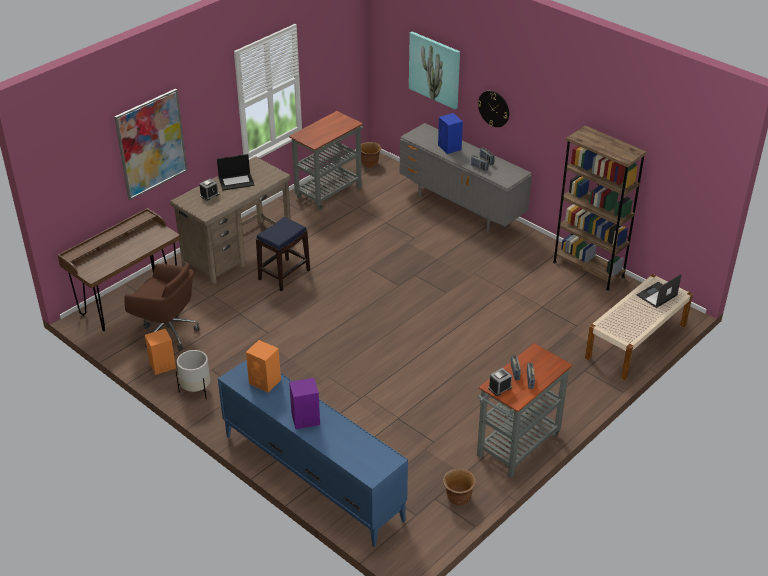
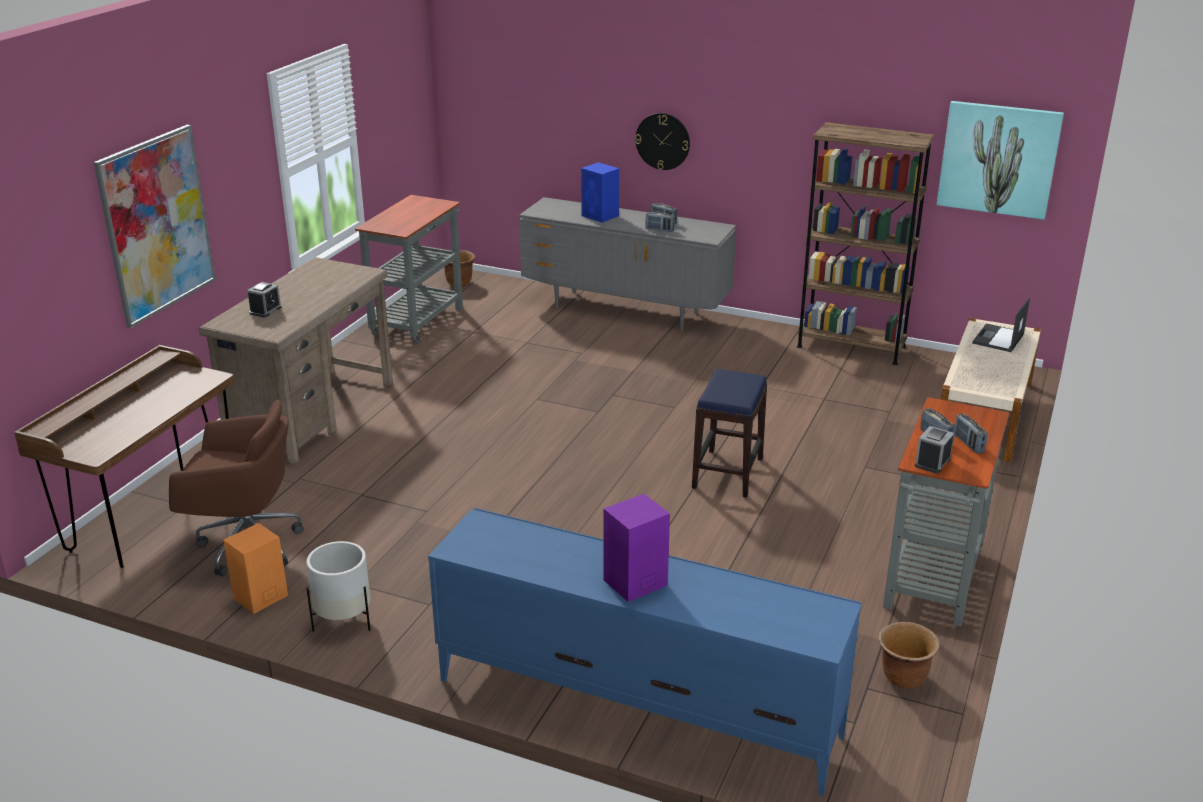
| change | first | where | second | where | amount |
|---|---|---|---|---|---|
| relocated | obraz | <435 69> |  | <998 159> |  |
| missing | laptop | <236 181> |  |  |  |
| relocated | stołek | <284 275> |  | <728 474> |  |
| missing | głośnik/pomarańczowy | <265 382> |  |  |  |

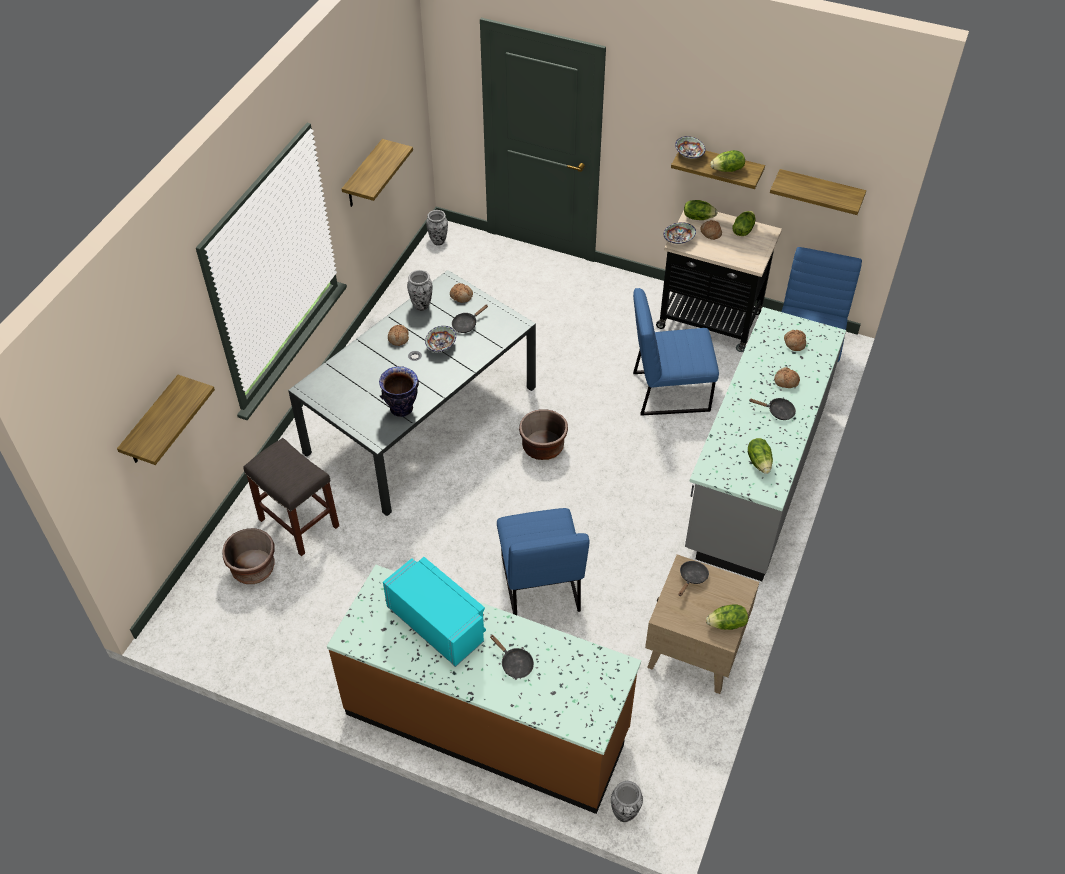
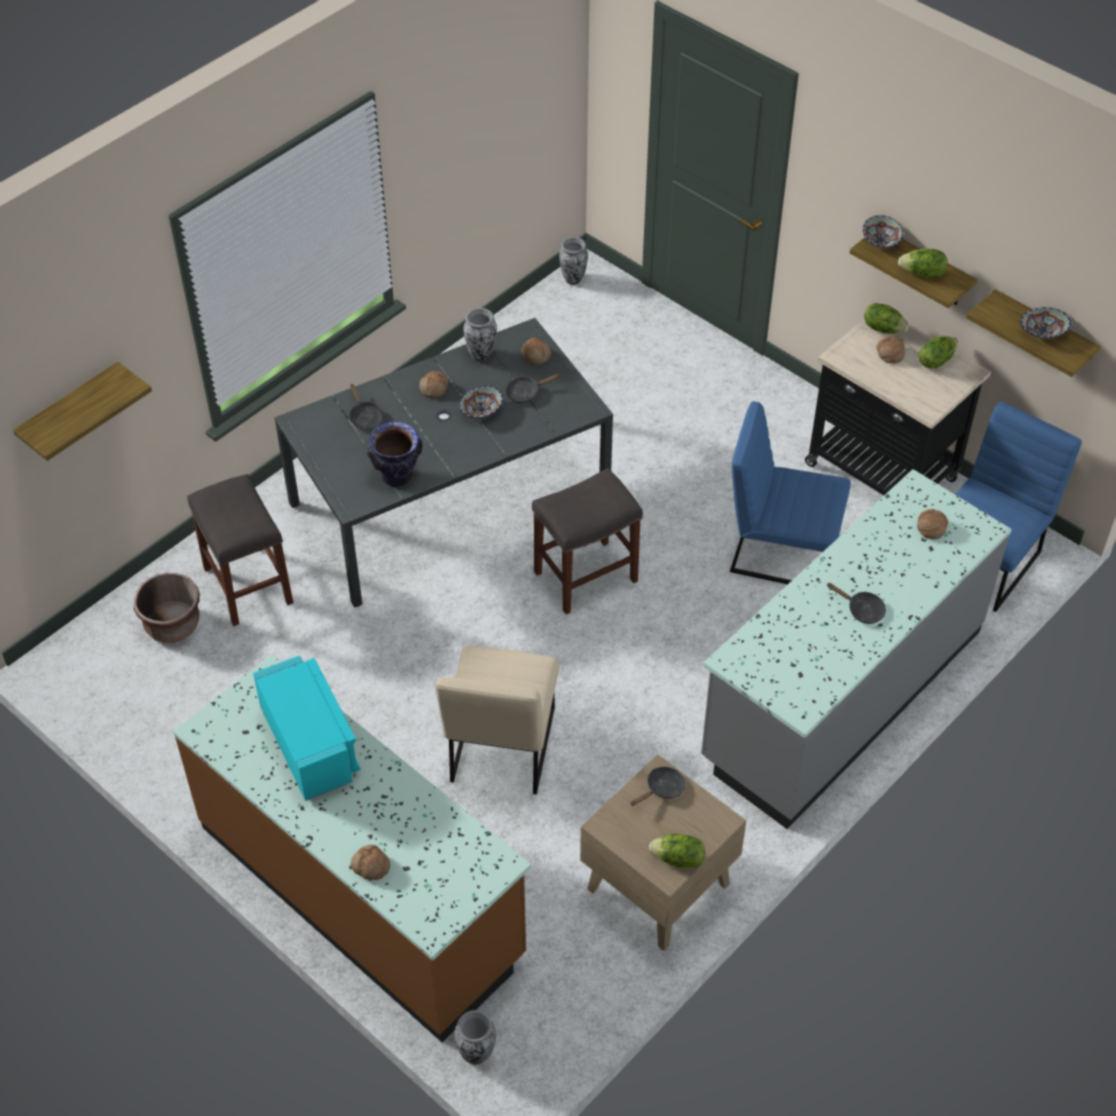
| change | first | where | second | where | amount |
|---|---|---|---|---|---|
| missing | półka | <363 175> |  |  |  |
| relocated | miska | <678 240> |  | <1042 332> |  |
| relocated | chleb | <786 381> |  | <370 866> |  |
| exchanged | donica/brązowy | <543 447> | stołek/szary | <585 577> |  |
| missing | sałata | <759 462> |  |  |  |
| colour | krzesło/niebieski | <540 586> | krzesło/beżowy | <501 748> |  |
| relocated | patelnia/czarny | <514 663> |  | <364 417> |  |

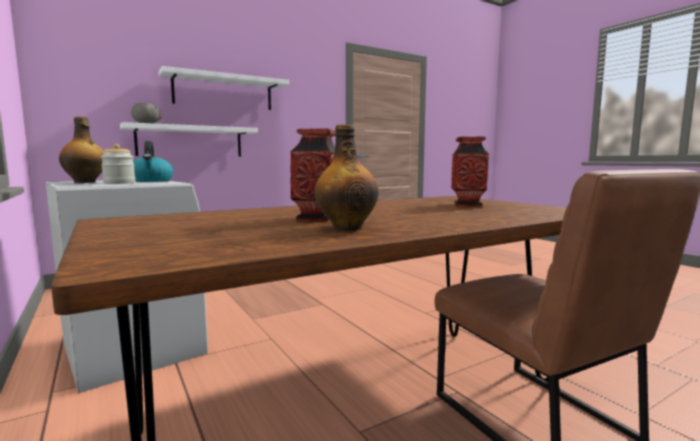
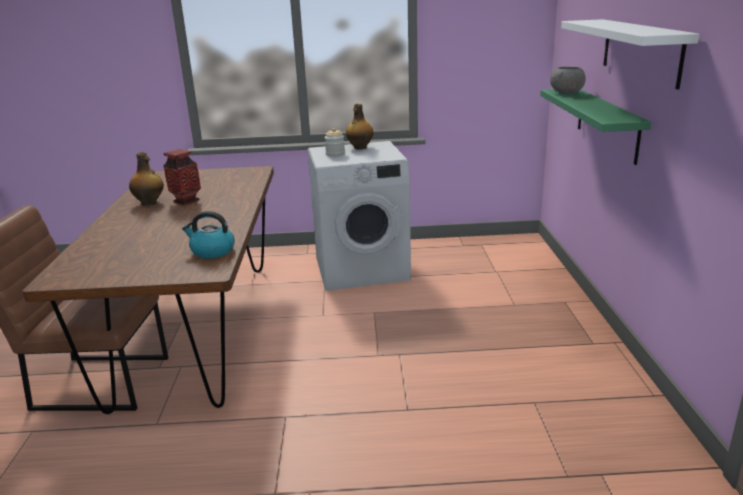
| change | first | where | second | where | amount |
|---|---|---|---|---|---|
| colour | półka/biały | <190 141> | półka/zielony | <607 123> |  |
| missing | wazon | <467 205> |  |  |  |
| relocated | czajnik | <151 181> |  | <212 251> |  |

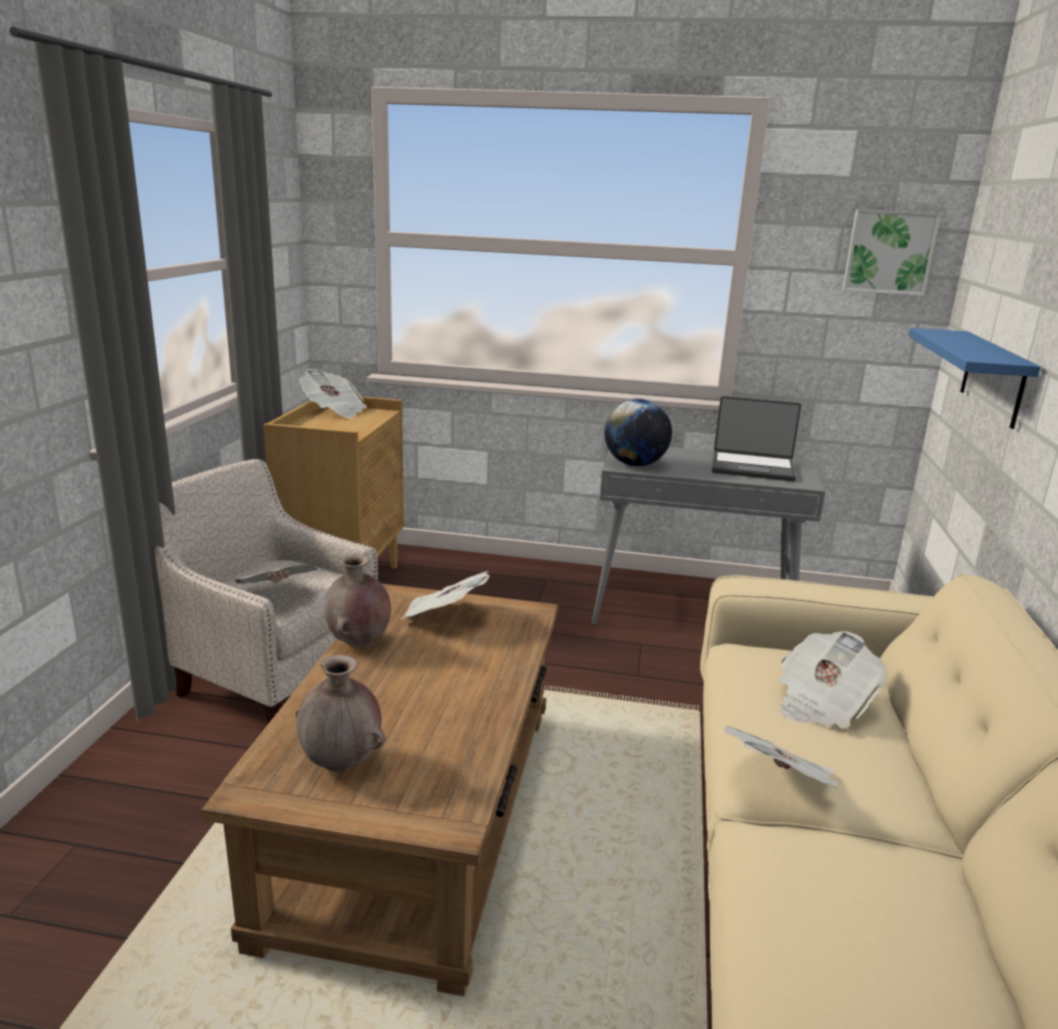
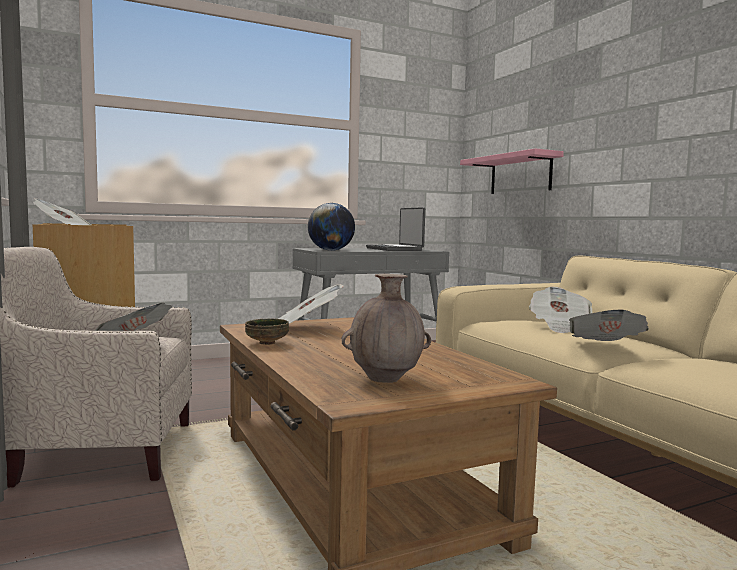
| change | first | where | second | where | amount |
|---|---|---|---|---|---|
| missing | obraz | <889 252> |  |  |  |
| colour | półka/niebieski | <993 378> | półka/różowy | <520 174> |  |
| spun | laptop | <752 467> |  | <395 249> | 90 degrees clockwise |
| exchanged | wazon/brązowy | <359 643> | miska | <267 343> |  |

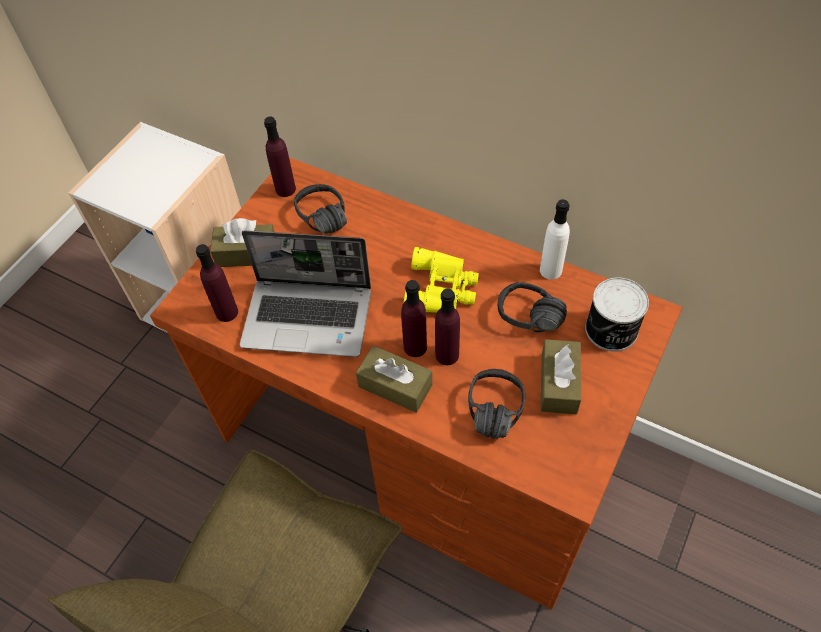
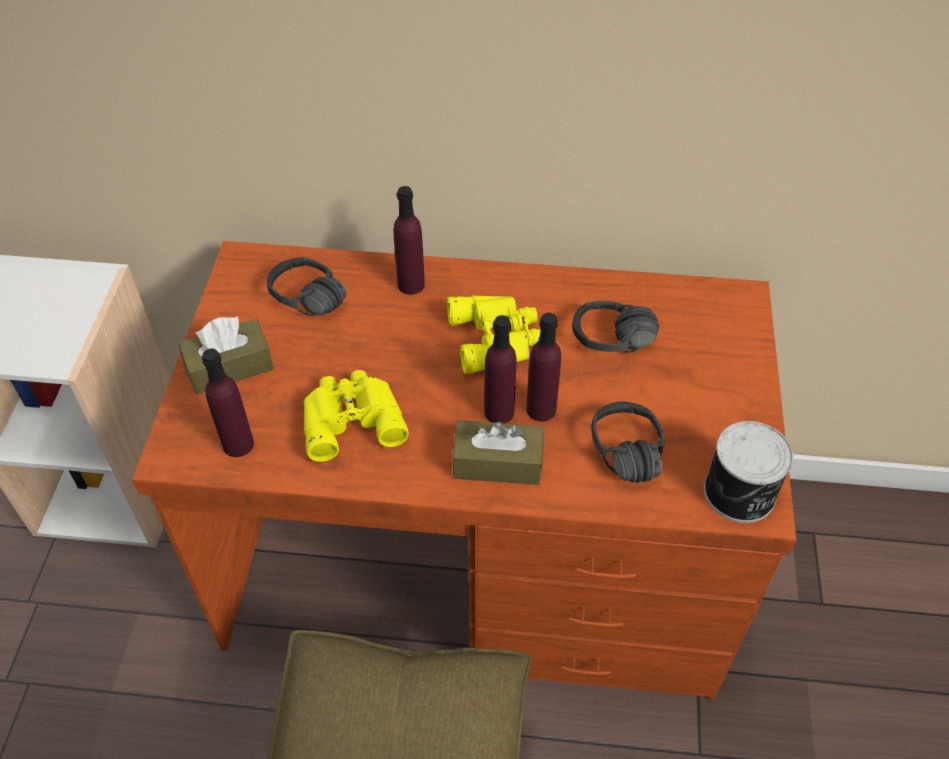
| change | first | where | second | where | amount |
|---|---|---|---|---|---|
| relocated | butelka/fioletowy | <285 189> |  | <411 284> |  |
| missing | butelka/biały | <550 270> |  |  |  |
| exchanged | laptop | <309 317> | lornetka/żółty | <351 418> |  |
| relocated | puszka | <611 330> |  | <740 494> |  |
| missing | pudełko chusteczek/brązowy | <558 383> |  |  |  |

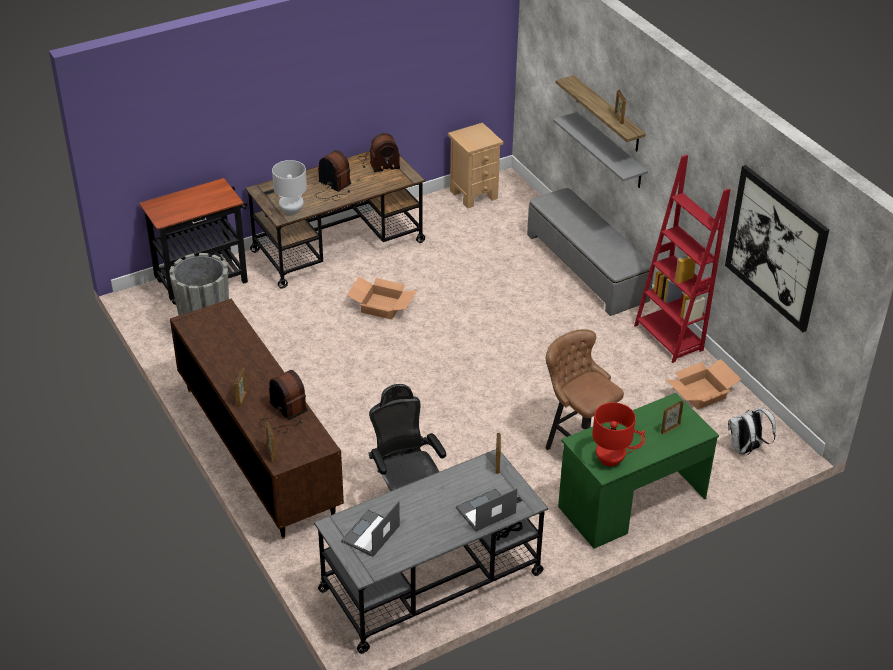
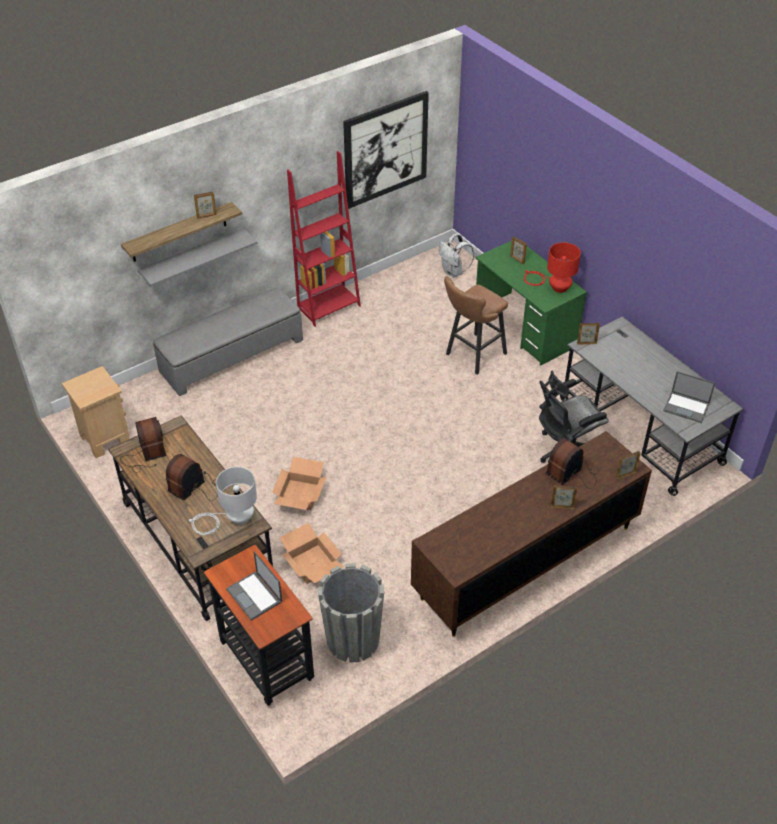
| change | first | where | second | where | amount |
|---|---|---|---|---|---|
| relocated | karton | <701 394> |  | <313 564> |  |
| relocated | laptop | <485 511> |  | <255 596> |  |

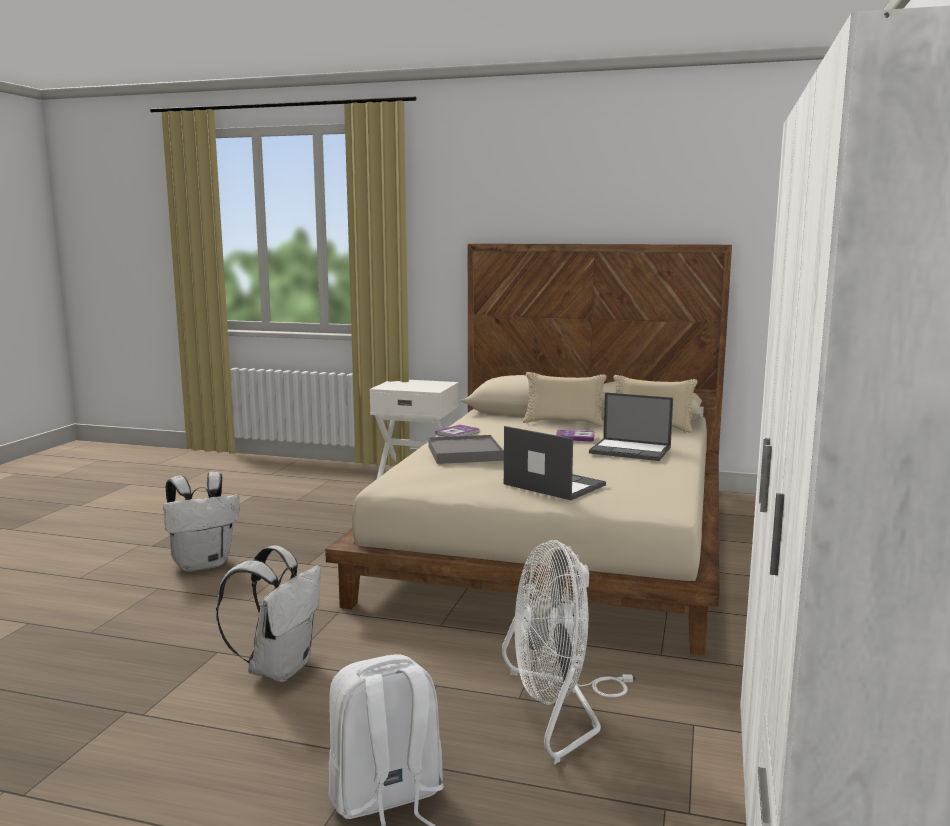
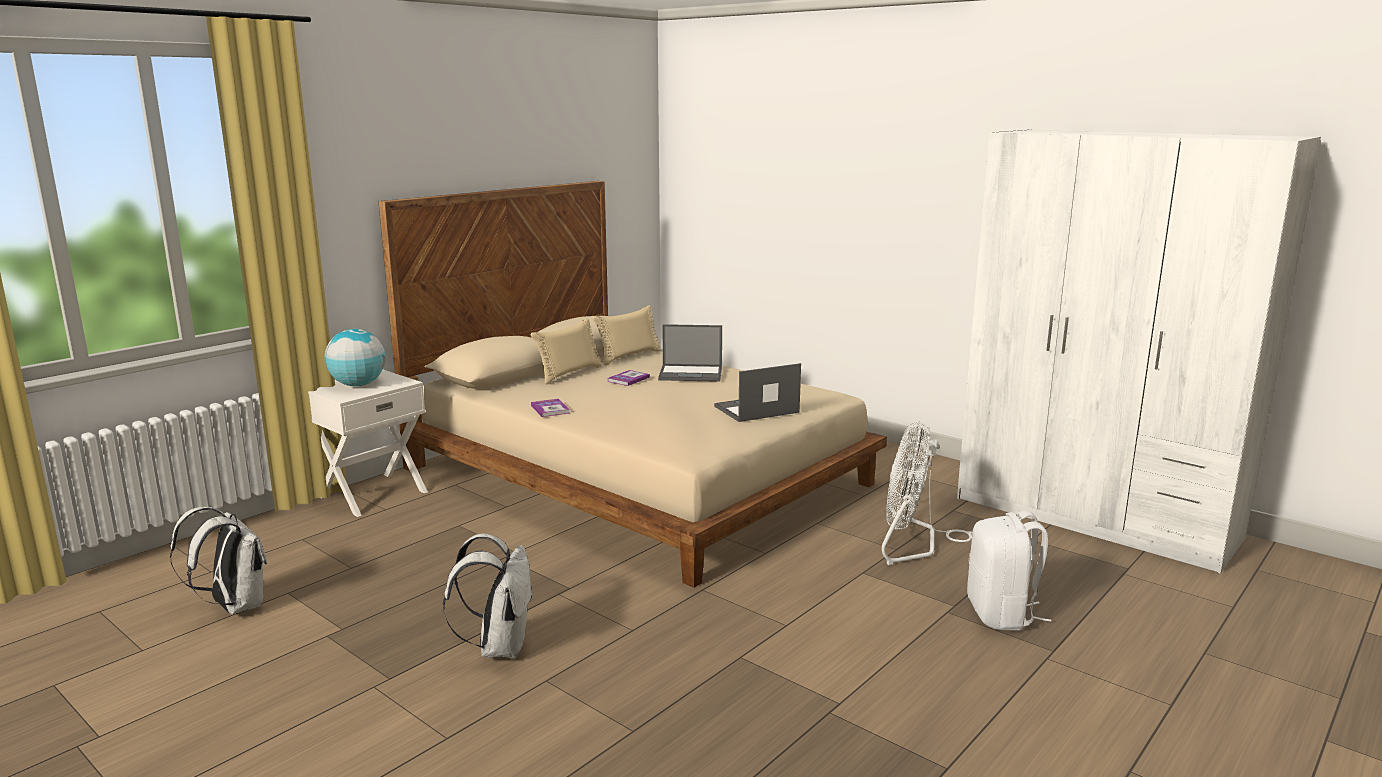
| change | first | where | second | where | amount |
|---|---|---|---|---|---|
| spun | laptop | <631 450> |  | <691 374> | 45 degrees clockwise |
| missing | taca/szary | <464 453> |  |  |  |
| spun | wentylator/biały | <561 707> |  | <915 539> | 90 degrees clockwise |
| relocated | plecak/biały | <279 668> |  | <234 606> |  |
| appeared |  |  | globus | <358 385> |  |

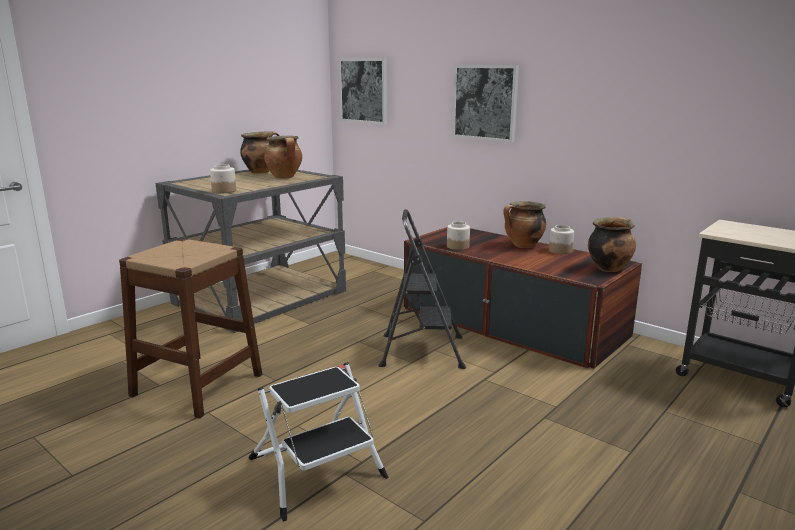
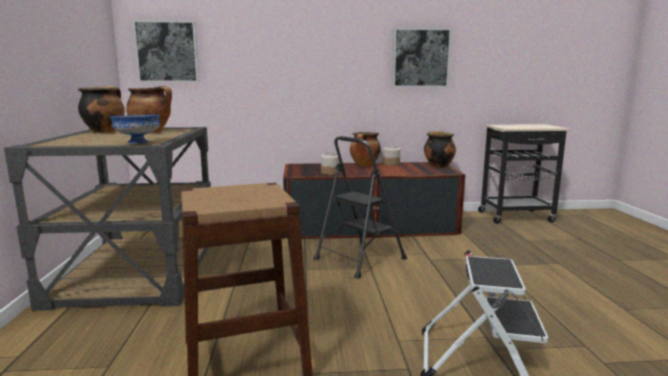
| change | first | where | second | where | amount |
|---|---|---|---|---|---|
| relocated | obraz | <485 102> |  | <420 58> |  |
| exchanged | słoik | <223 191> | miska/niebieski | <137 142> |  |

